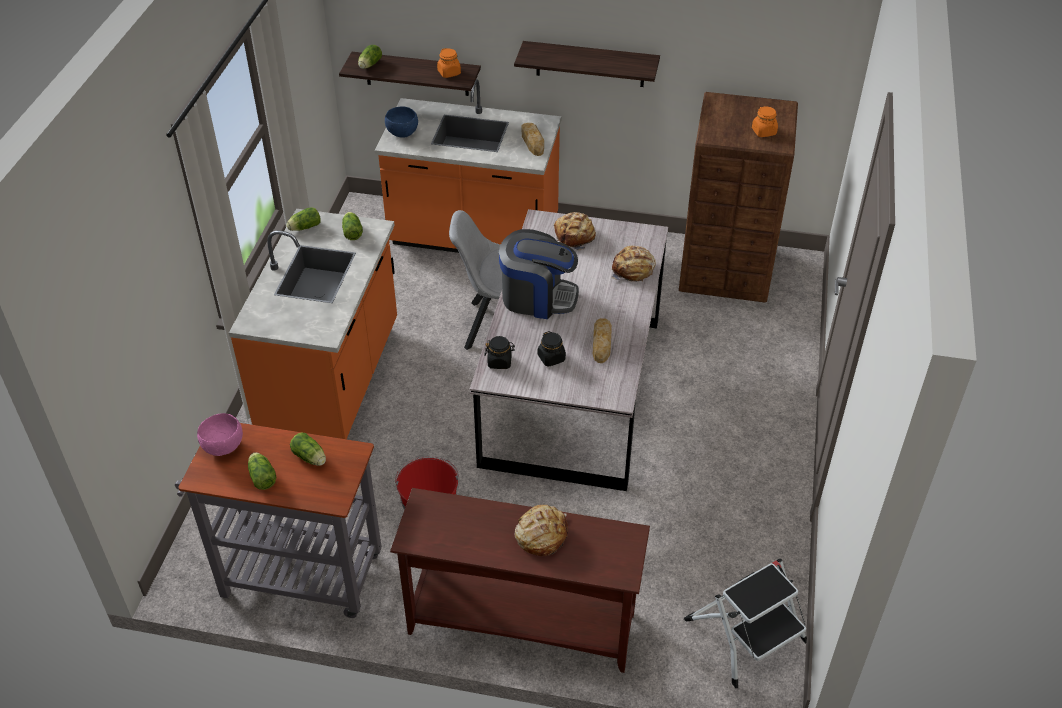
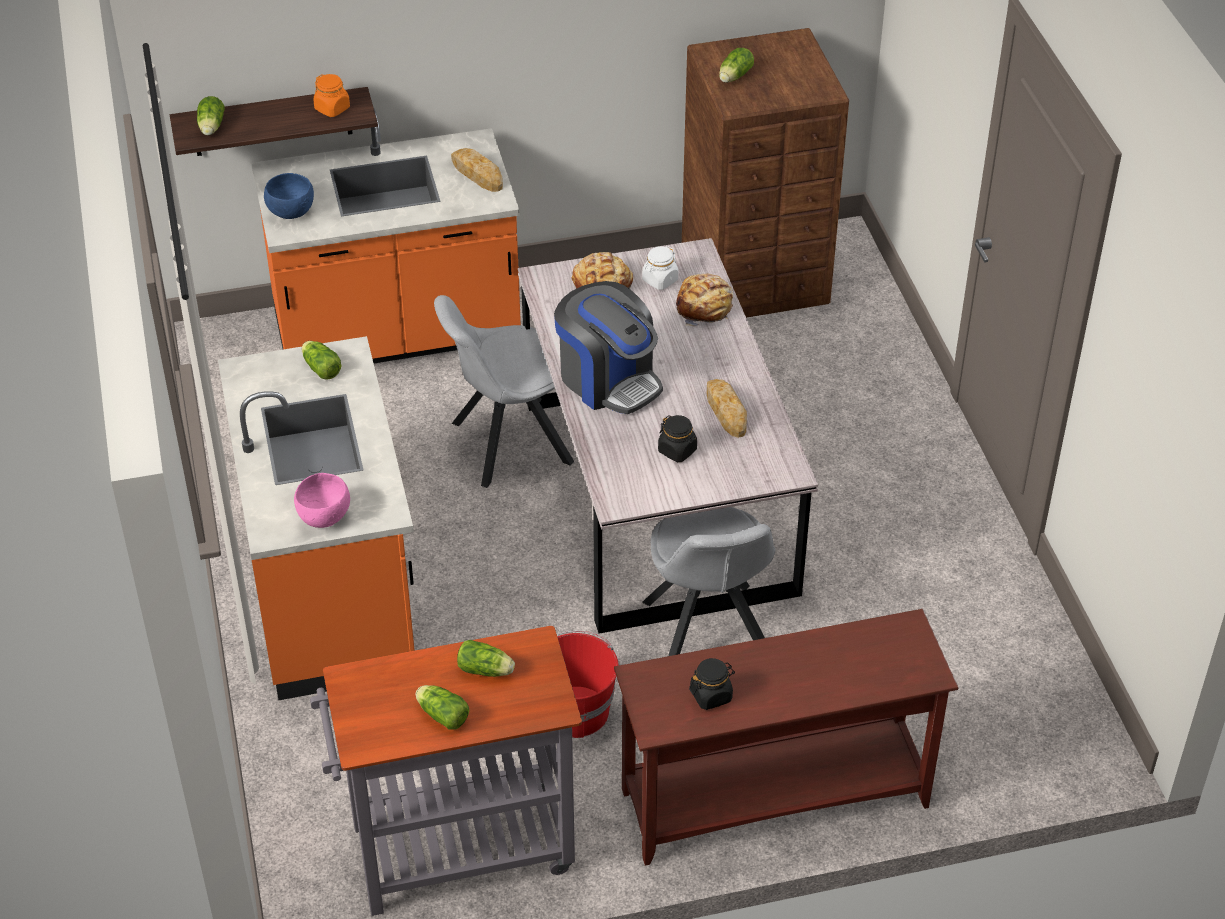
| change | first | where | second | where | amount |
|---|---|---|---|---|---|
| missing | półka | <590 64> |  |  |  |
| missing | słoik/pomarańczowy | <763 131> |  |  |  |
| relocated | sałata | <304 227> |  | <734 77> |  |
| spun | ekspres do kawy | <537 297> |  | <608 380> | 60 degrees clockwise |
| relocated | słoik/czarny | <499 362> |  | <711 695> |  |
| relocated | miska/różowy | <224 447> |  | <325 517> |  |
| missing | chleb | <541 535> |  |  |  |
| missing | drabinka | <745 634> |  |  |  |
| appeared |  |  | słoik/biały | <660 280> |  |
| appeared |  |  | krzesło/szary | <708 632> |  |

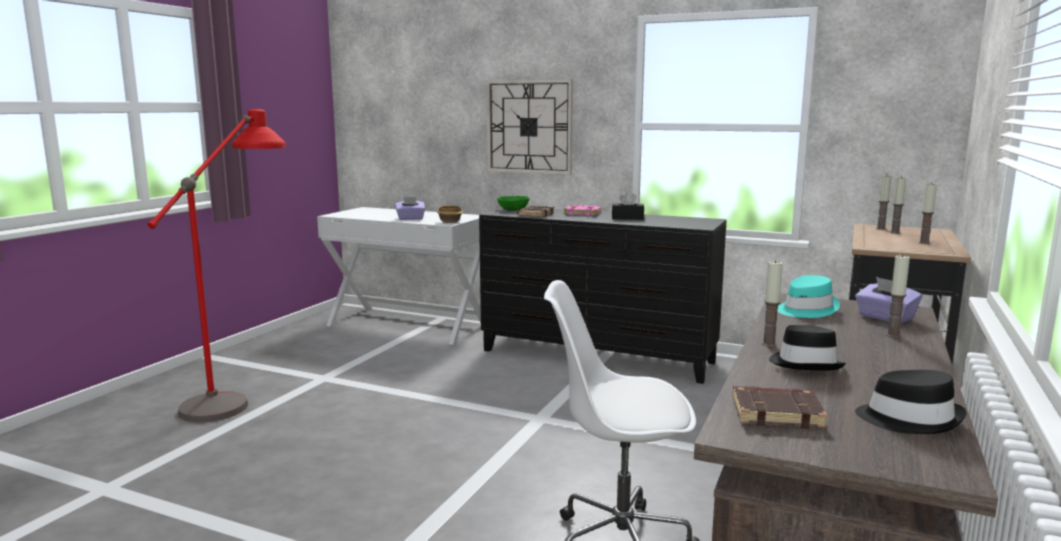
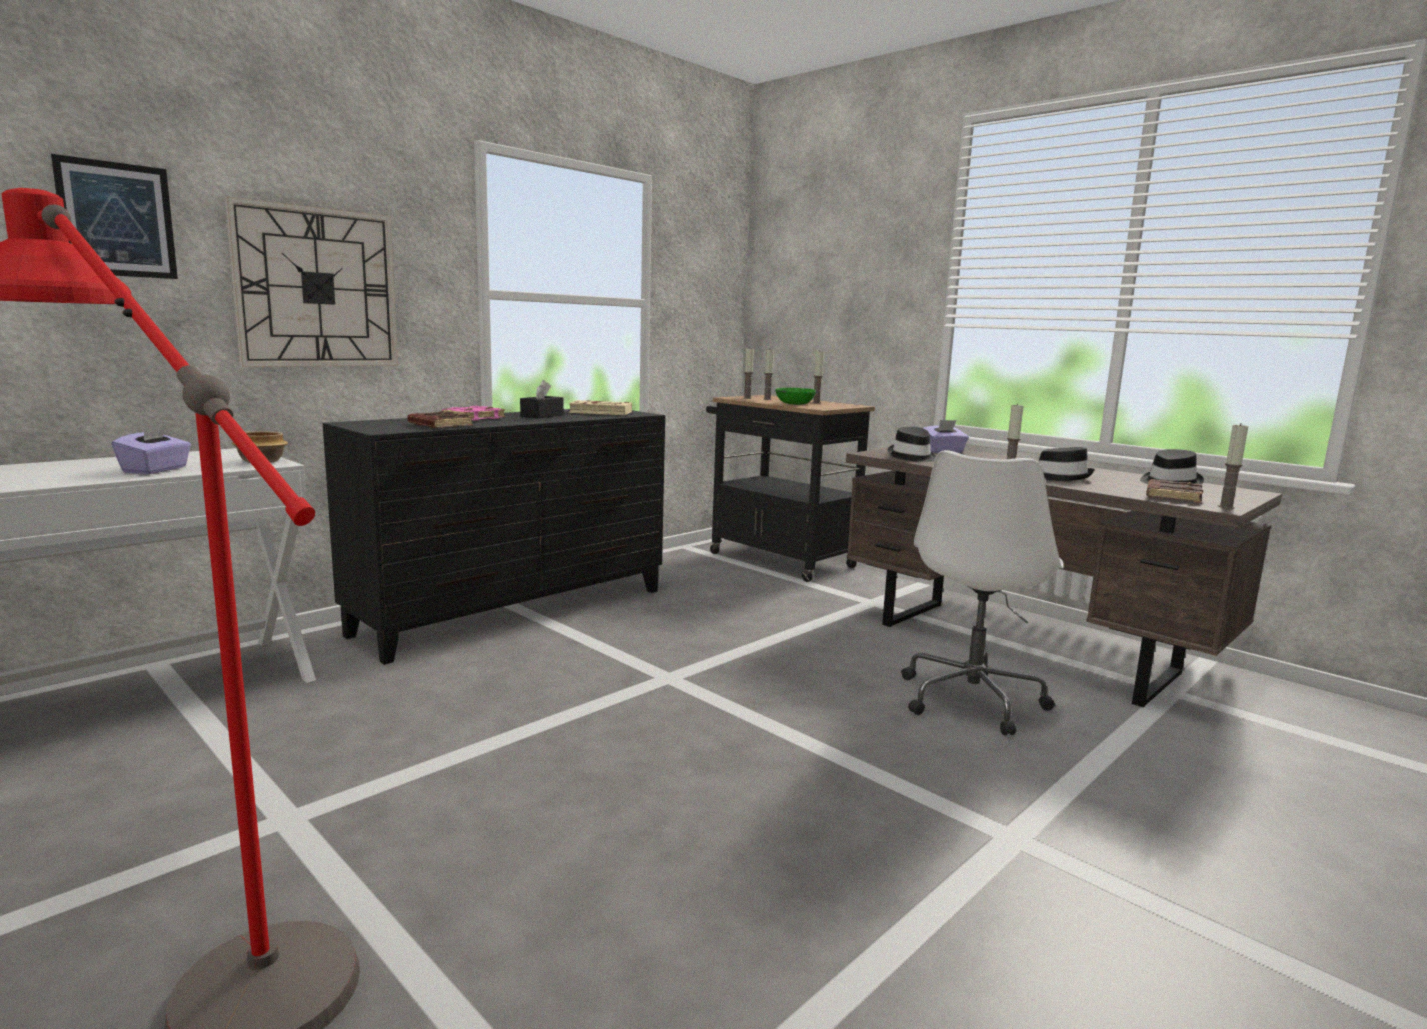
| change | first | where | second | where | amount |
|---|---|---|---|---|---|
| relocated | miska/zielony | <513 209> |  | <794 404> |  |
| relocated | świeca | <893 335> |  | <1226 507> |  |
| colour | kapelusz/turkusowy | <805 310> | kapelusz/czarny | <912 457> |  |
| appeared |  |  | obraz | <117 219> |  |
| appeared |  |  | książka/beżowy | <598 412> |  |

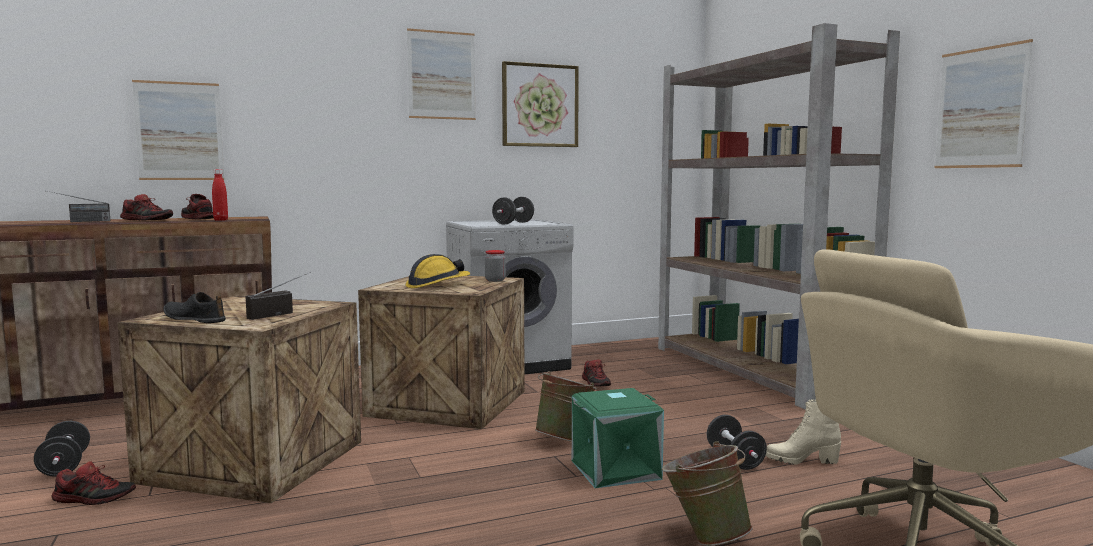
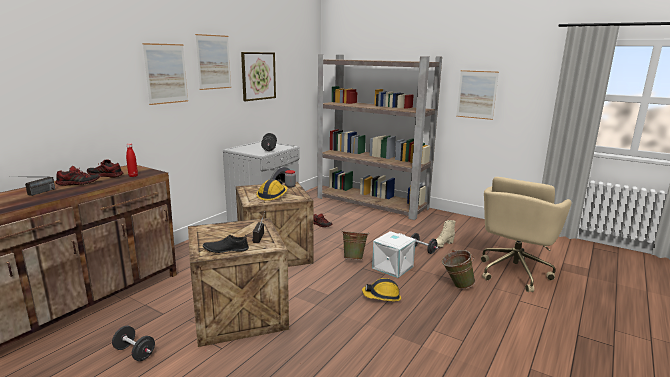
| change | first | where | second | where | amount |
|---|---|---|---|---|---|
| relocated | obraz | <179 131> |  | <166 74> |  |
| colour | pojemnik do przechowywania/zielony | <615 470> | pojemnik do przechowywania/biały | <393 267> |  |
| missing | but | <94 498> |  |  |  |
| appeared |  |  | kask | <382 296> |  |

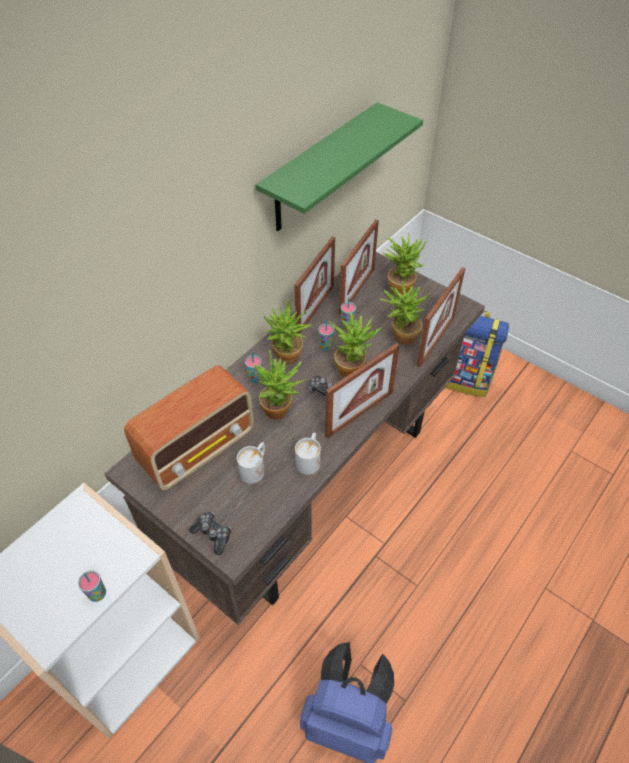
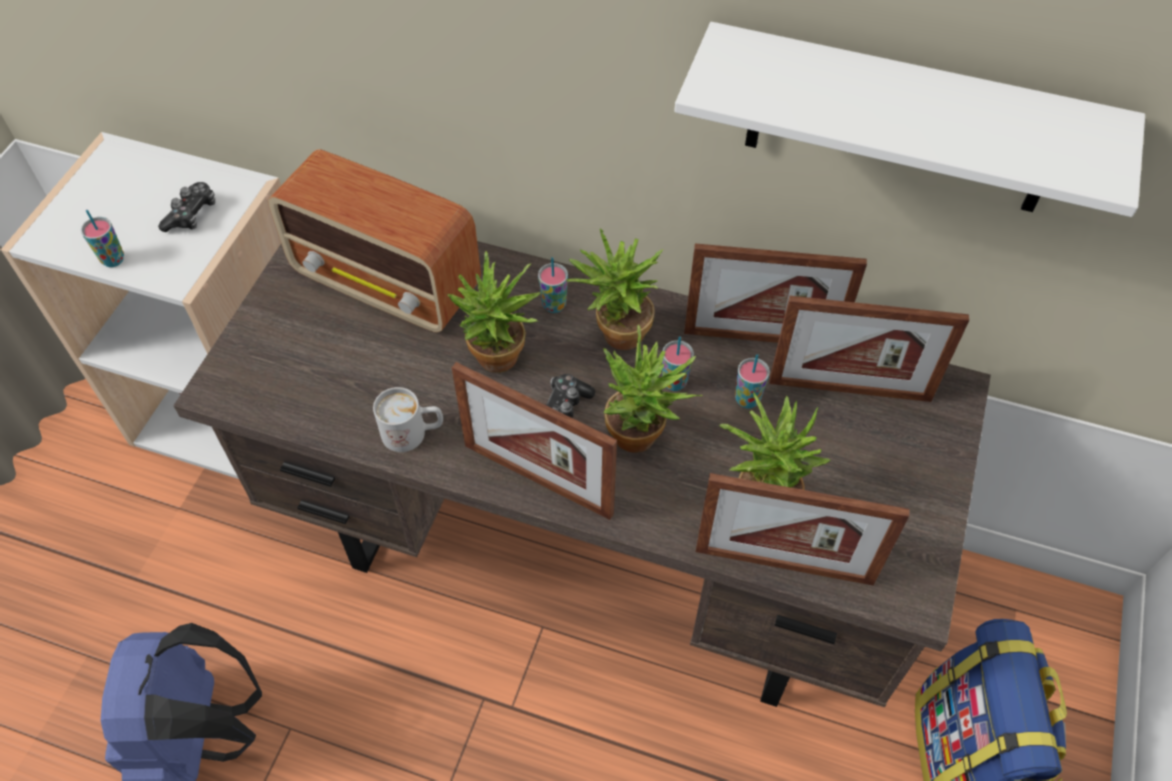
| change | first | where | second | where | amount |
|---|---|---|---|---|---|
| colour | półka/zielony | <320 170> | półka/biały | <902 122> |  |
| missing | roślina doniczkowa | <400 286> |  |  |  |
| missing | kubek/biały | <255 468> |  |  |  |
| relocated | pad do gier | <213 534> |  | <192 214> |  |

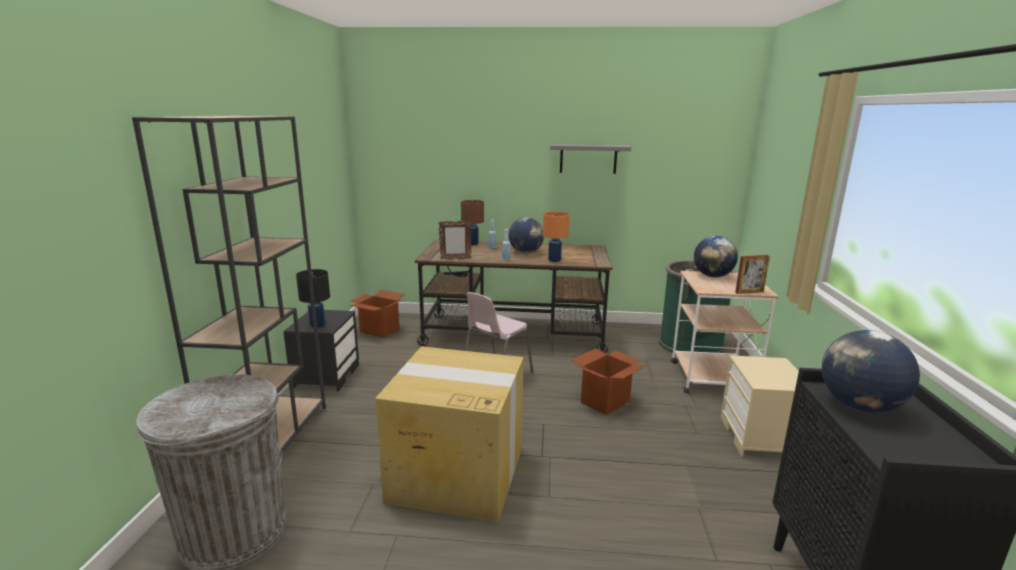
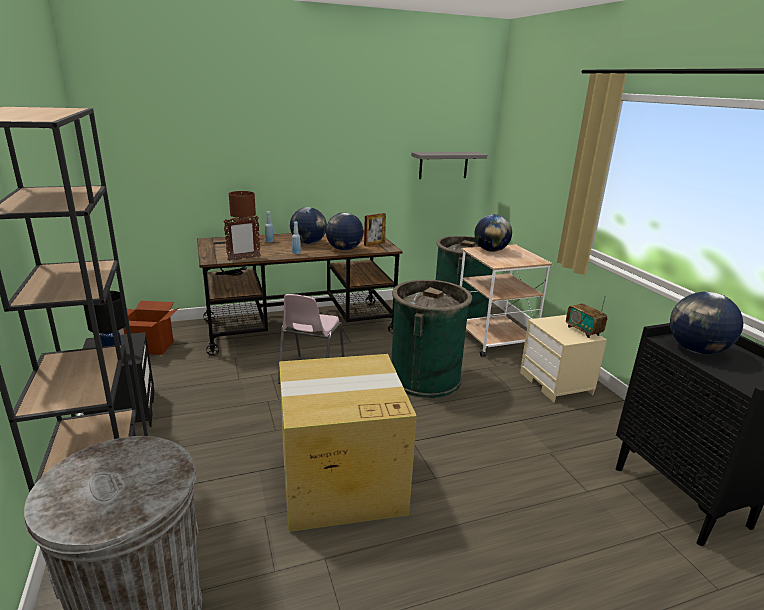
| change | first | where | second | where | amount |
|---|---|---|---|---|---|
| relocated | półka/szary | <588 159> |  | <443 165> |  |
| exchanged | lampa stołowa/pomarańczowy | <554 260> | globus | <344 249> |  |
| relocated | ramka na zdjęcie | <749 292> |  | <374 244> |  |
| exchanged | karton | <605 401> | kosz na śmieci/zielony | <425 378> |  |
| appeared |  |  | radio | <583 331> |  |

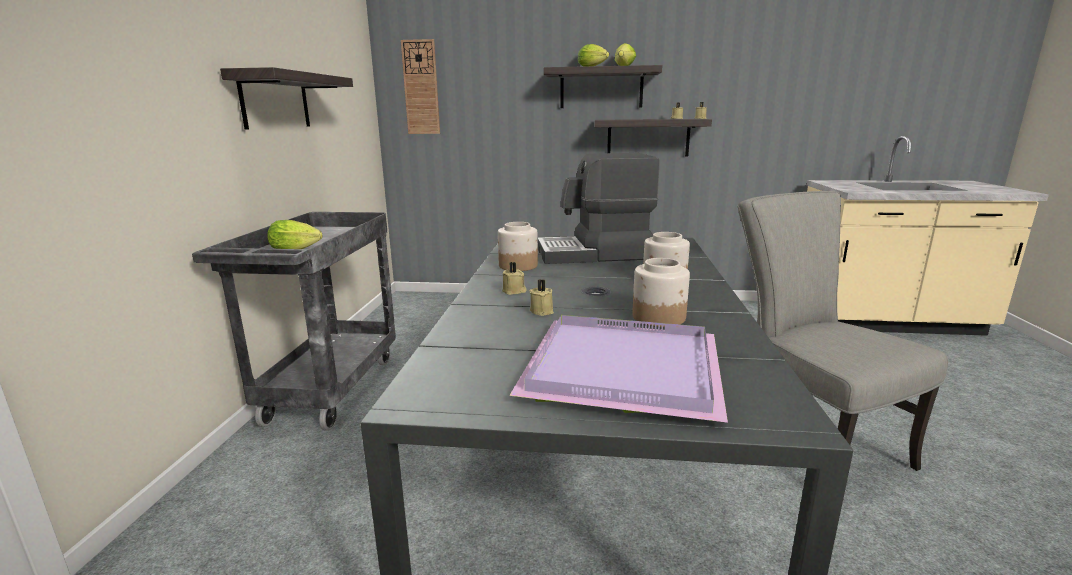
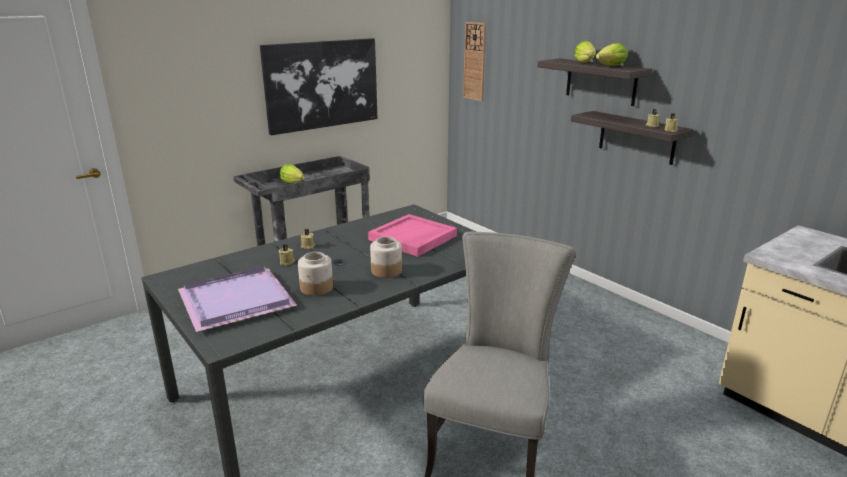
| change | first | where | second | where | amount |
|---|---|---|---|---|---|
| exchanged | półka | <275 101> | obraz | <322 84> |  |
| exchanged | ekspres do kawy | <594 254> | taca/różowy | <413 238> |  |
| missing | słoik | <517 266> |  |  |  |

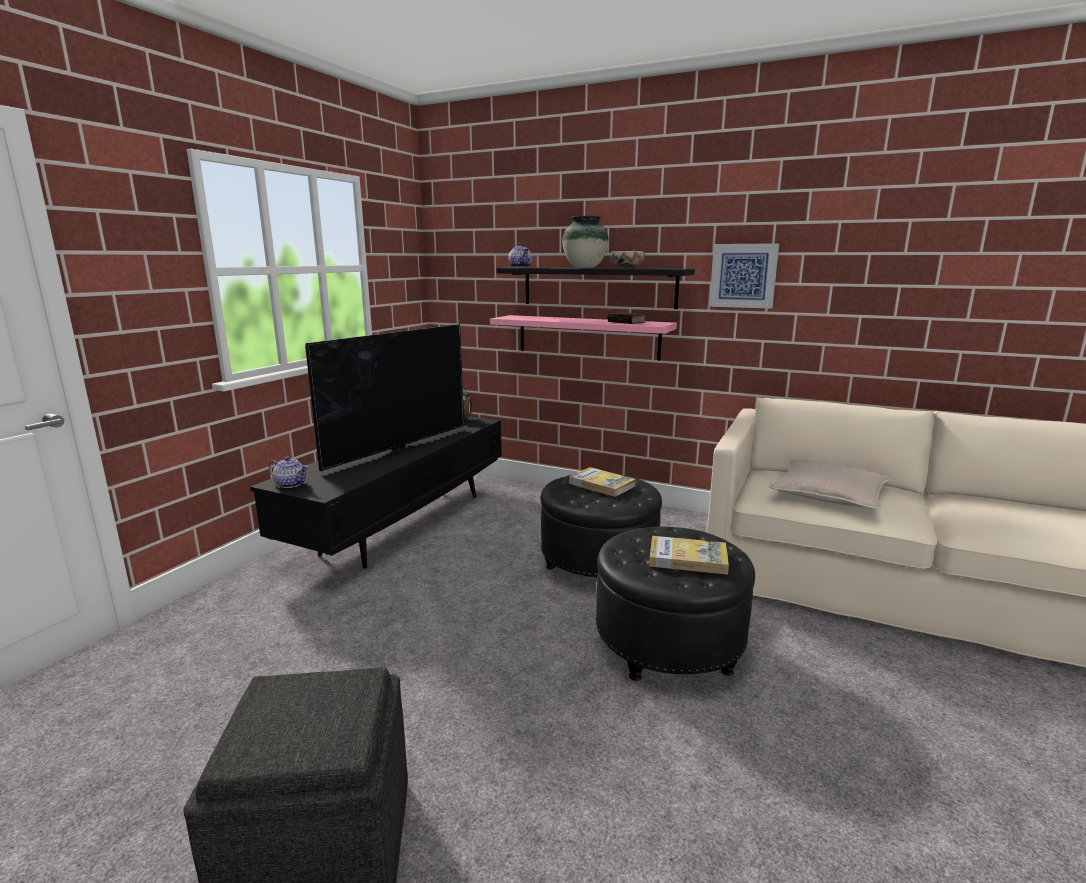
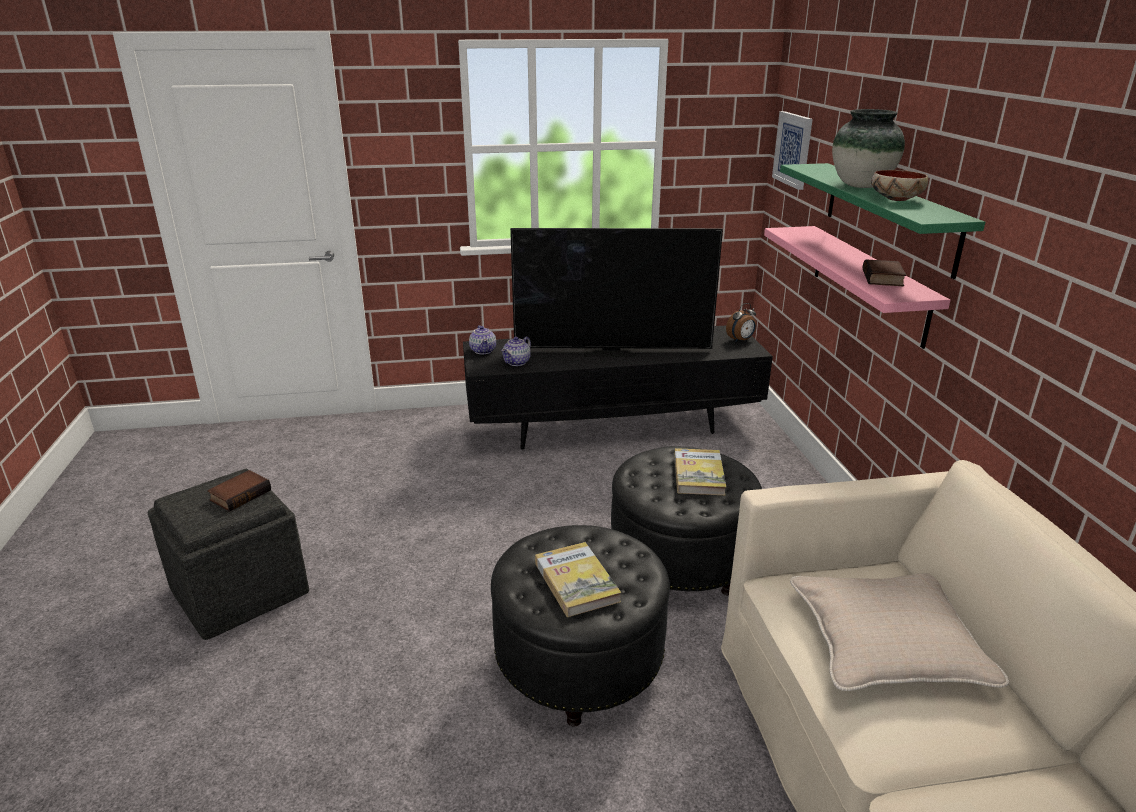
| change | first | where | second | where | amount |
|---|---|---|---|---|---|
| relocated | imbryk | <520 267> |  | <517 362> |  |
| relocated | obraz | <743 275> |  | <793 149> |  |
| colour | półka/czarny | <598 287> | półka/zielony | <889 215> |  |
| appeared |  |  | książka | <240 494> |  |

